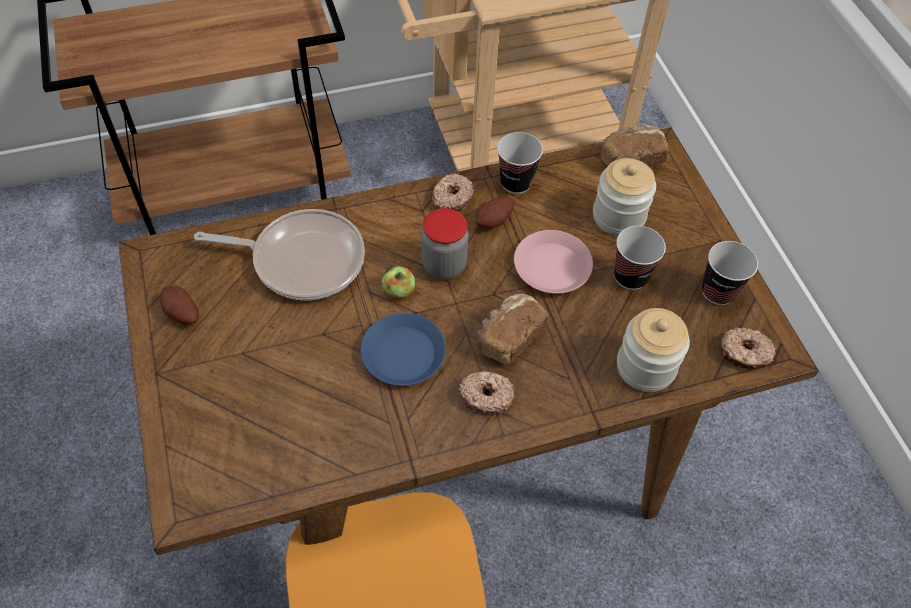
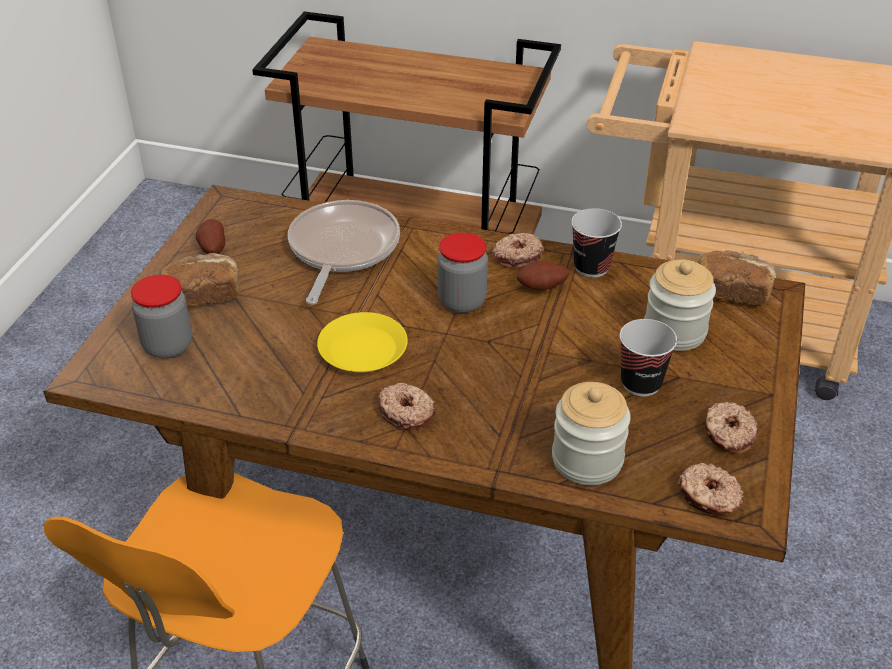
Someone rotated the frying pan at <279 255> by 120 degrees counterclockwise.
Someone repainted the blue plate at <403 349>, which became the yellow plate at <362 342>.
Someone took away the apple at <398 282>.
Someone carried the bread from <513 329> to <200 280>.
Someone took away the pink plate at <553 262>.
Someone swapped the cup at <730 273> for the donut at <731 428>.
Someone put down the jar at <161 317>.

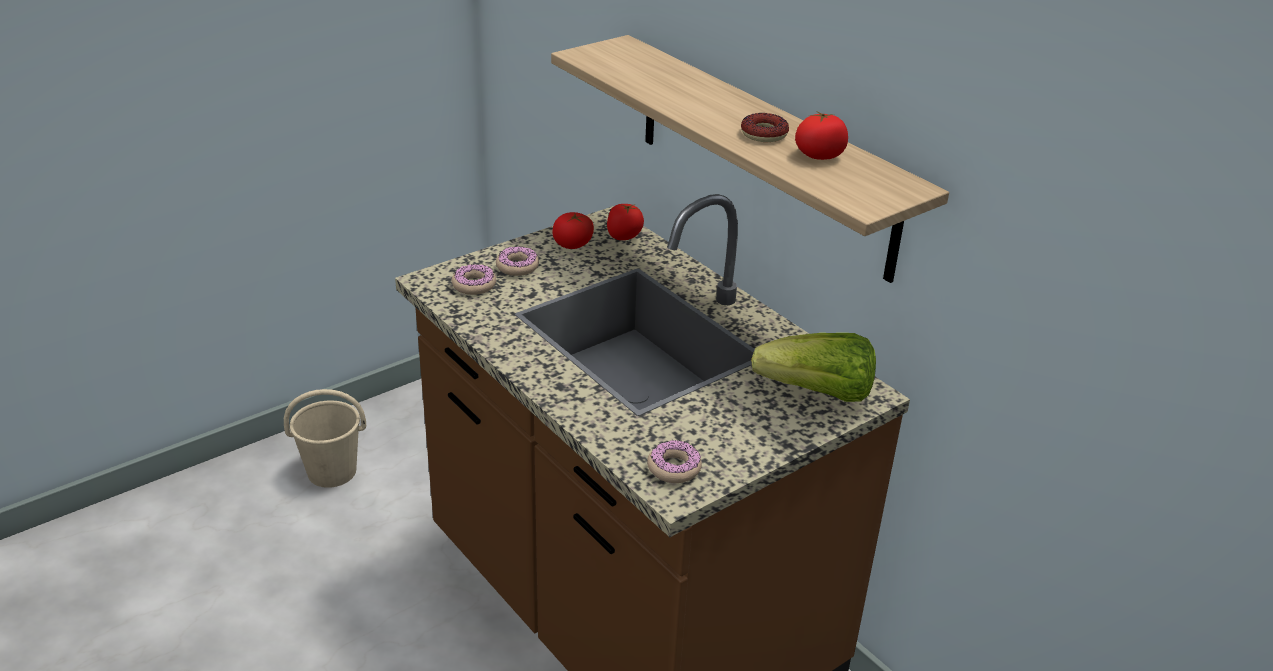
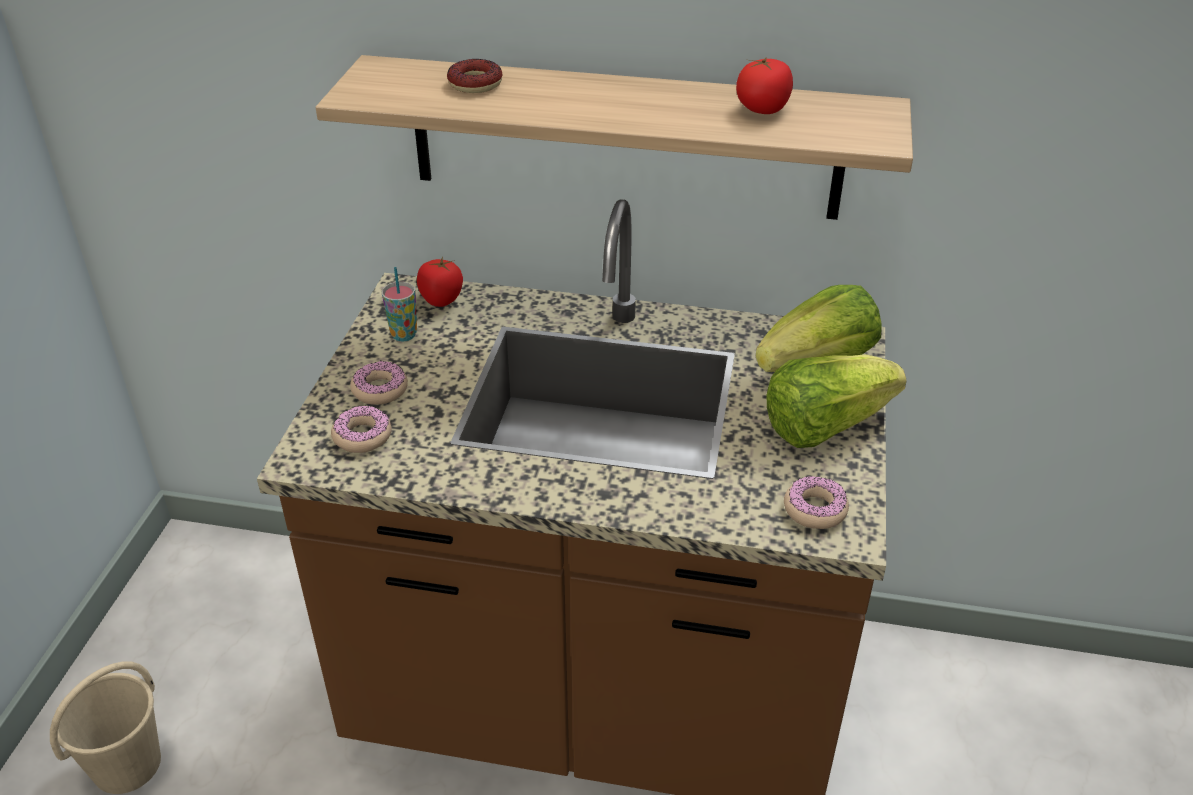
Someone swapped the tomato at <573 230> for the cup at <399 304>.
Someone carried the donut from <765 127> to <474 76>.
Someone put down the lettuce at <837 401>.

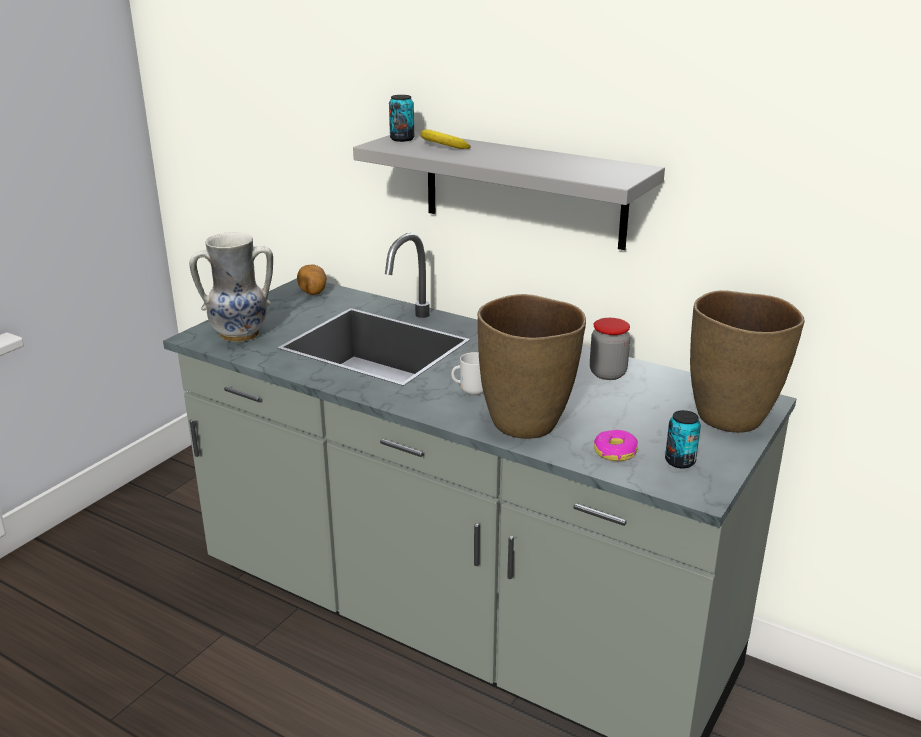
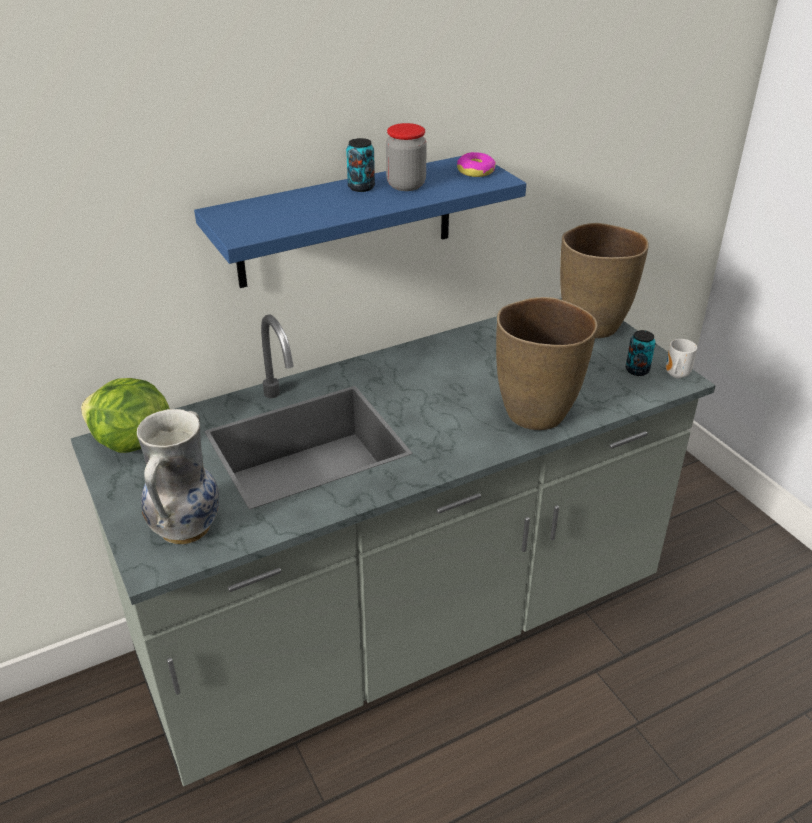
Someone swapped the potato at <312 279> for the lettuce at <125 415>.
Someone repainted the grey shelf at <509 191>, which became the blue shelf at <360 222>.
Someone carried the can from <401 118> to <360 165>.
Someone took away the banana at <446 139>.
Someone carried the mug from <467 374> to <681 358>.
Someone carried the jar from <610 349> to <406 157>.
Someone carried the donut from <616 445> to <476 164>.

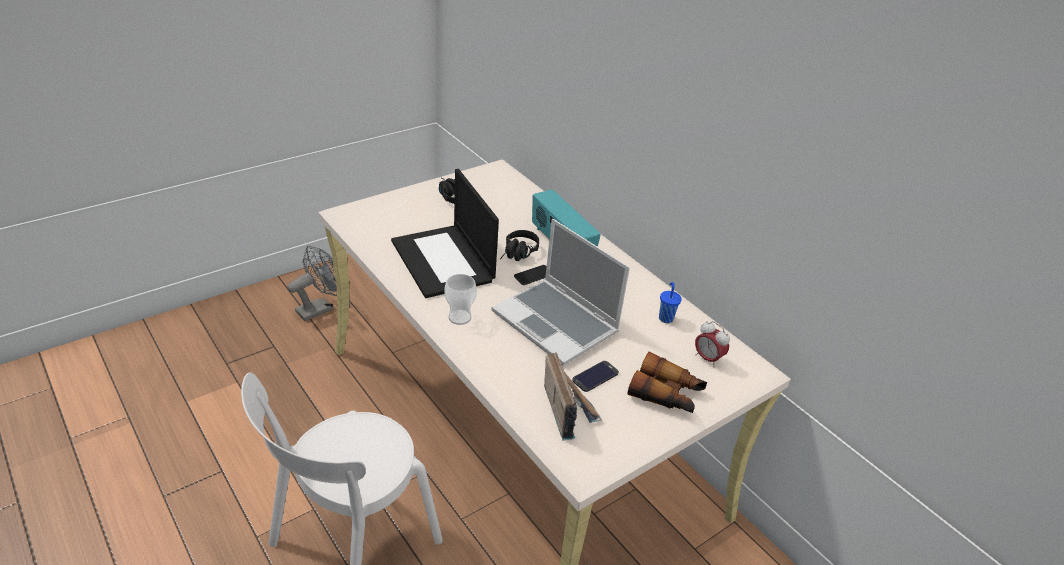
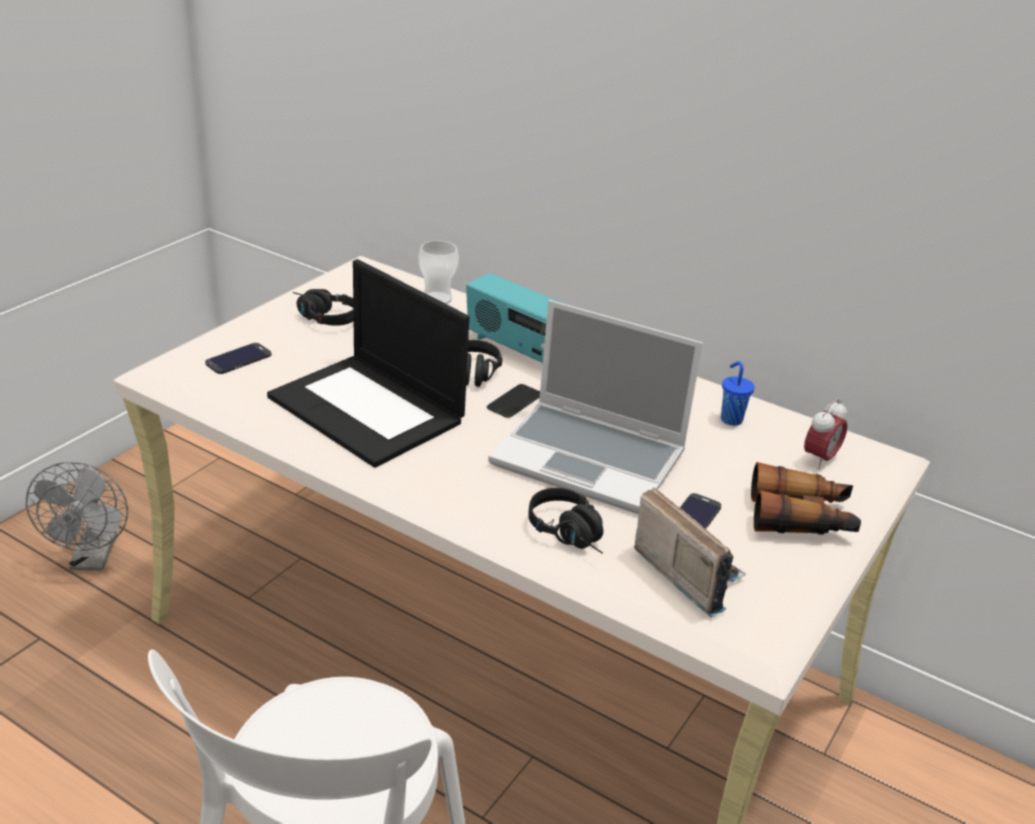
Someone rotated the grey fan at <312 283> by 150 degrees clockwise.
Someone carried the cup from <460 299> to <438 272>.
Someone rotated the alarm clock at <712 344> by 75 degrees counterclockwise.
Someone put down the phone at <238 358>.
Someone put down the black headphones at <565 521>.

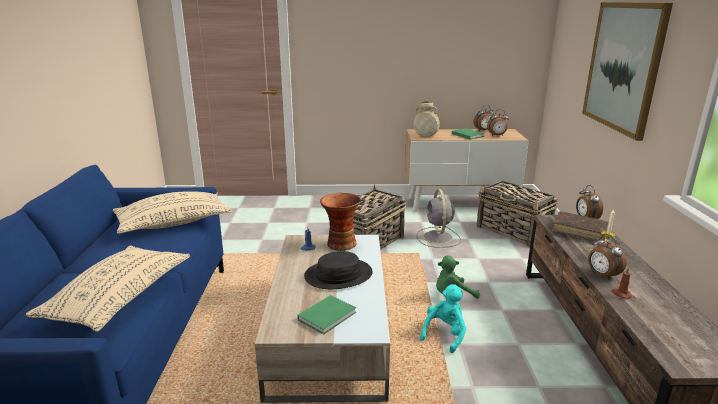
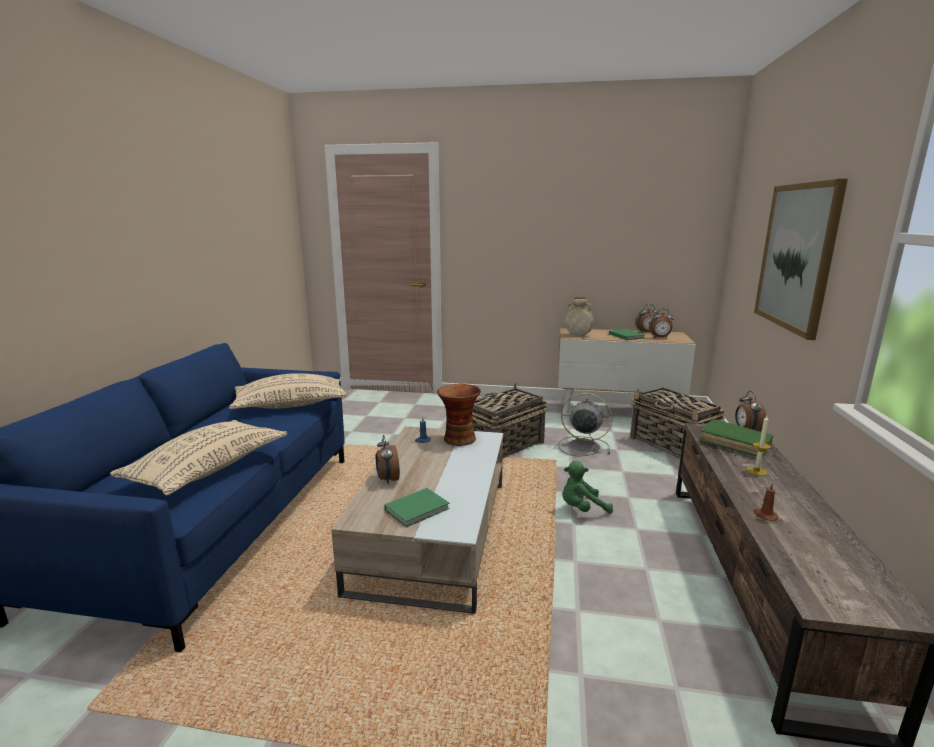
Someone took away the black hat at <338 270>.
Someone rotated the grey fan at <439 218> by 105 degrees clockwise.
Someone took away the turquoise plush toy at <443 318>.
Someone repainted the brown book at <580 227>, which became the green book at <736 438>.
Someone carried the alarm clock from <607 257> to <388 459>.

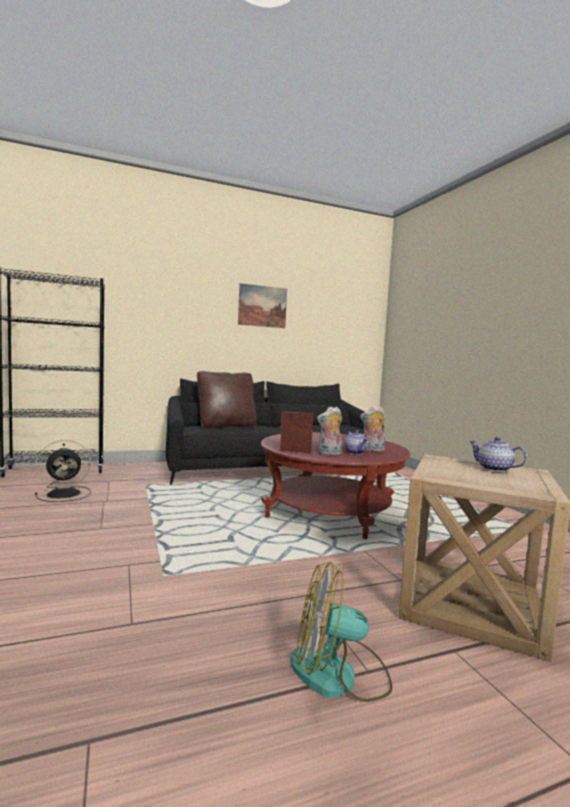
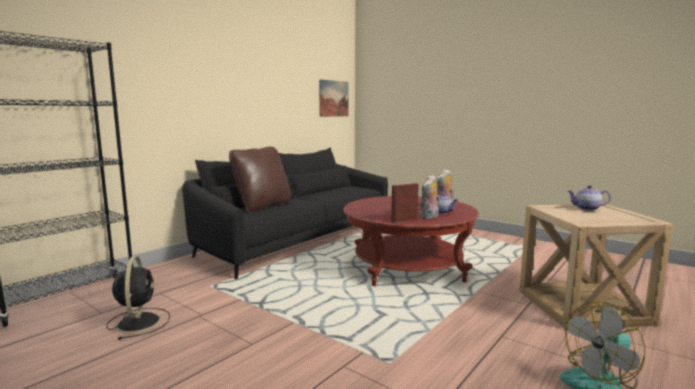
Someone rotated the black fan at <63 471> by 45 degrees counterclockwise.
Someone carried the picture from <262 305> to <334 98>.

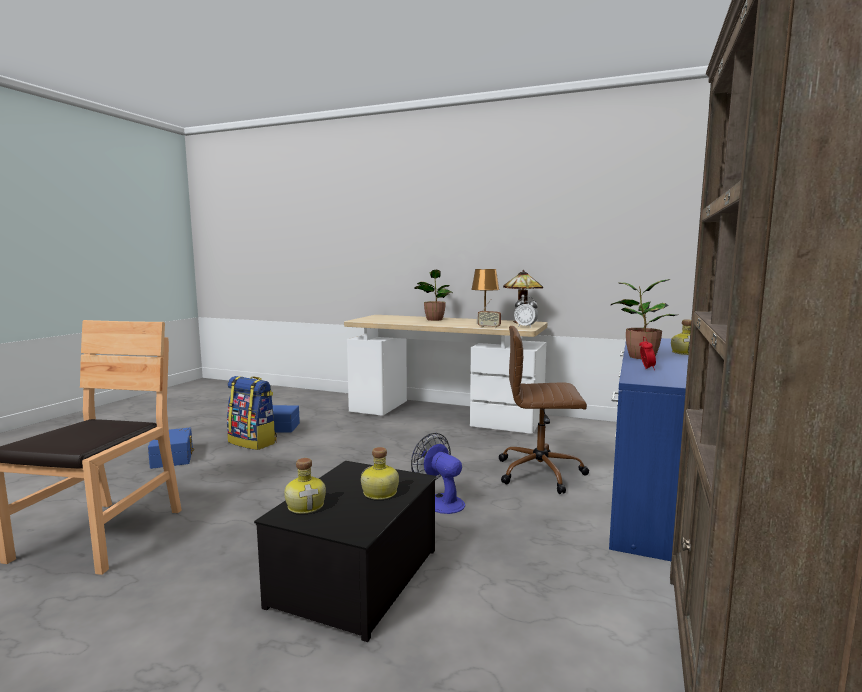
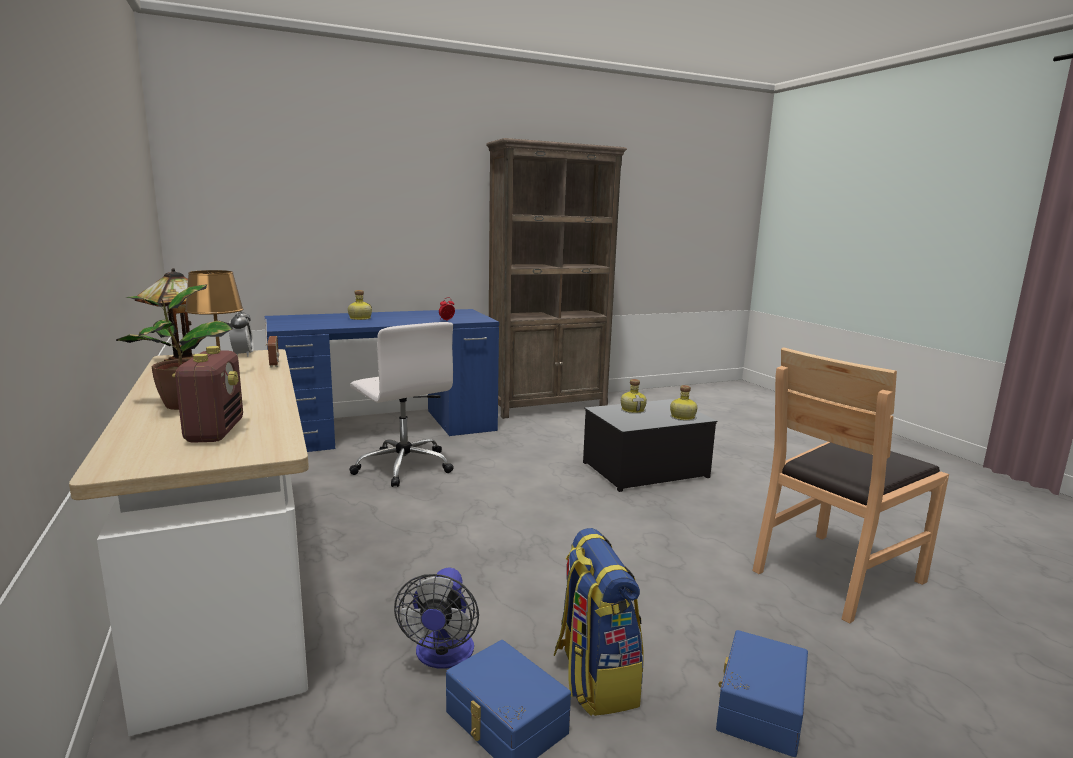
Someone carried the fan from <438 473> to <436 618>.
Someone repainted the brown office chair at <544 410>, which became the white office chair at <401 404>.
Someone took away the potted plant at <644 319>.
Someone put down the radio at <207 394>.

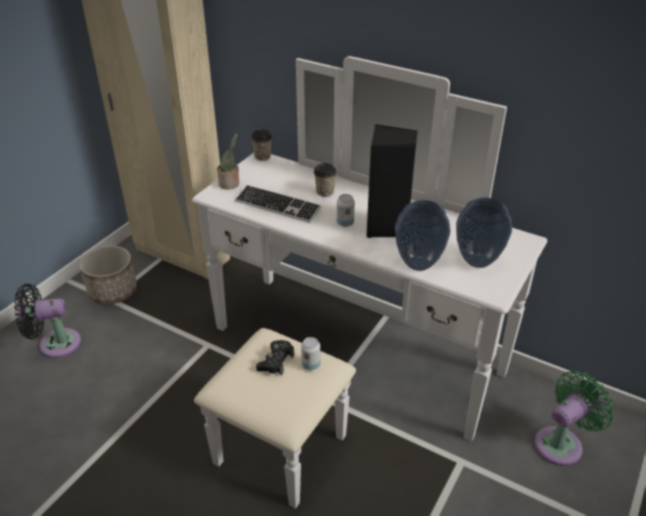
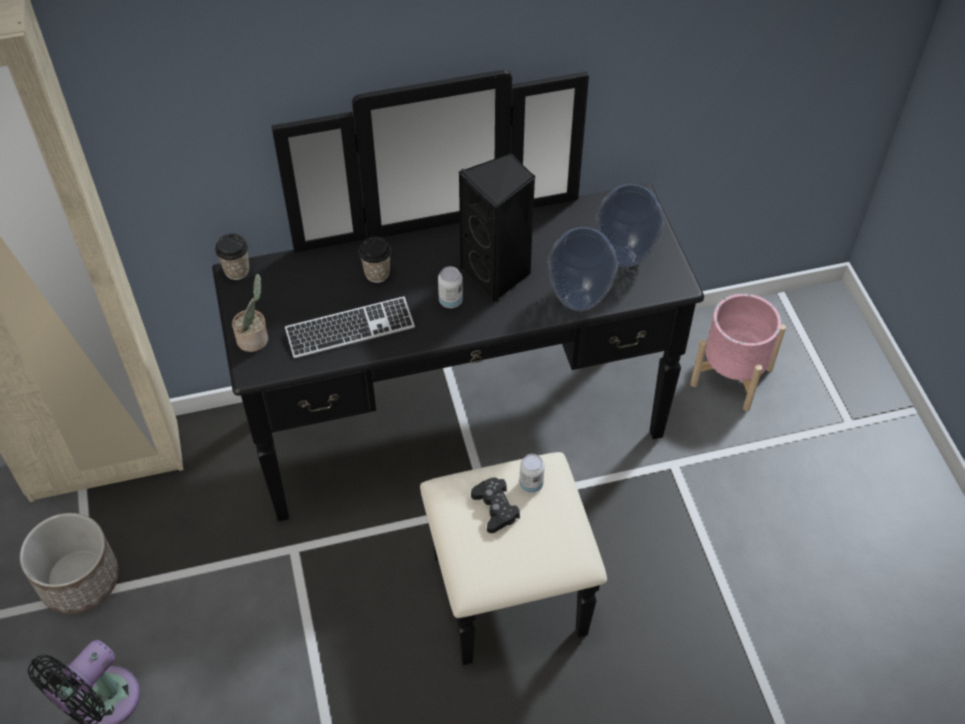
Someone repainted the white dresser at <369 282>, which became the black dresser at <458 367>.
Someone swapped the green fan at <574 418> for the pink planter at <738 352>.

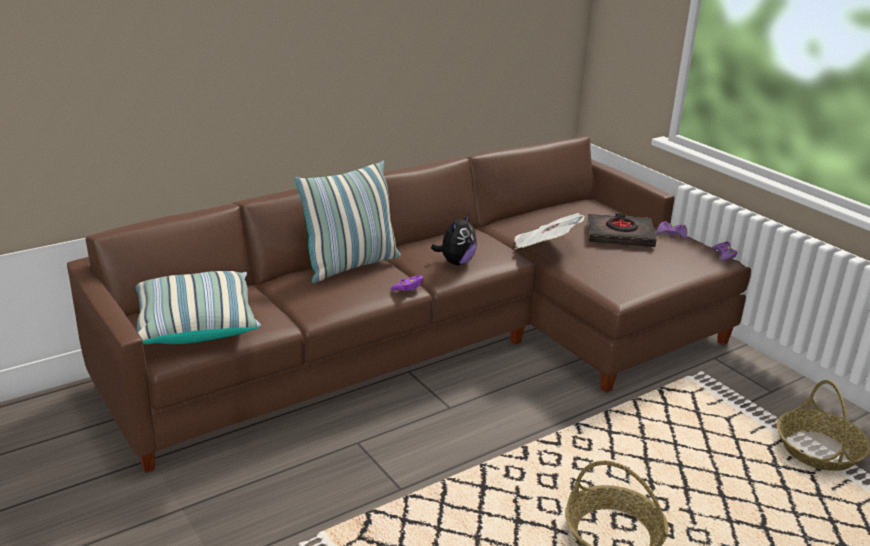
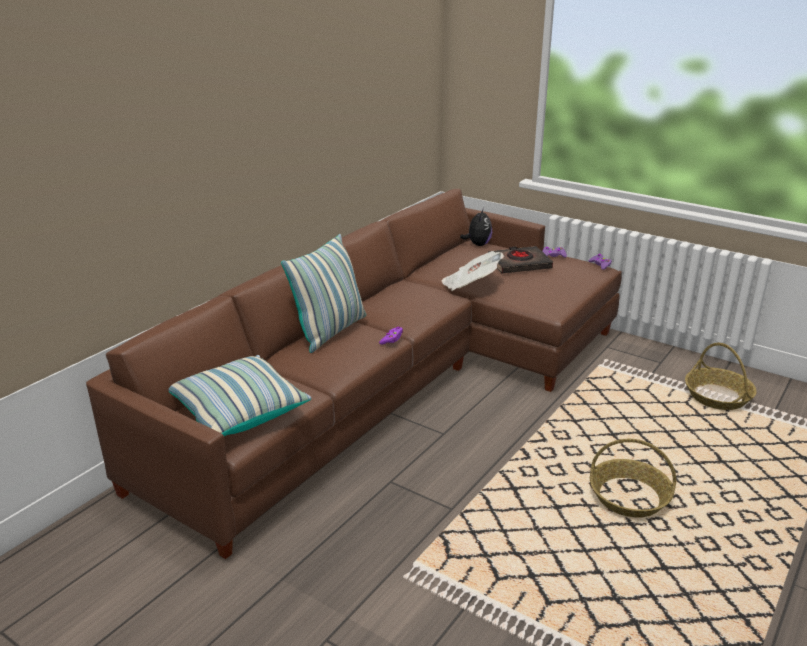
Someone carried the plush toy from <454 239> to <476 227>.

